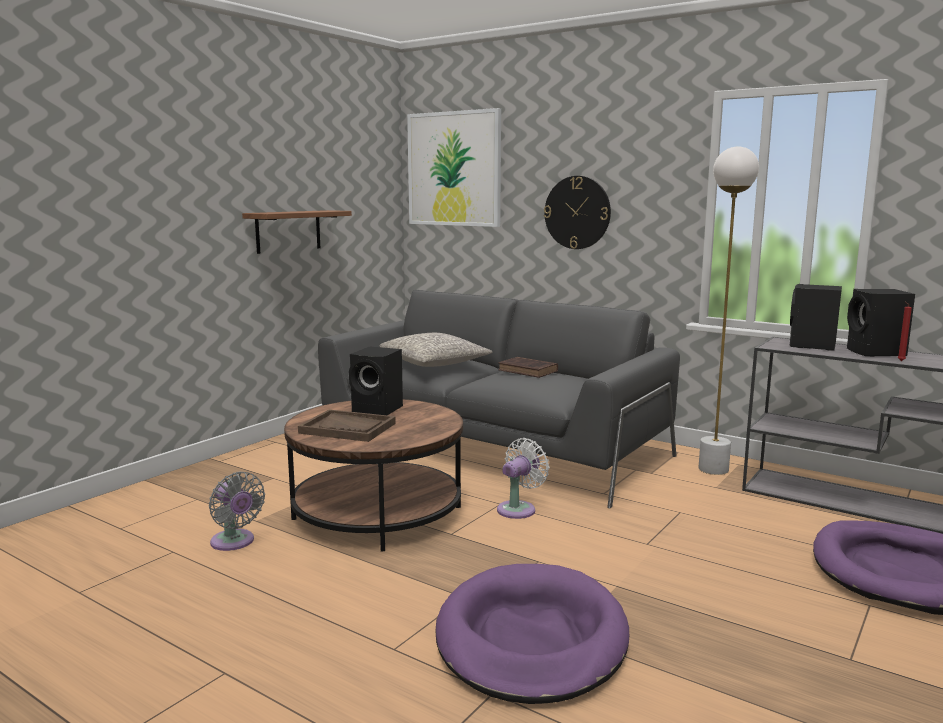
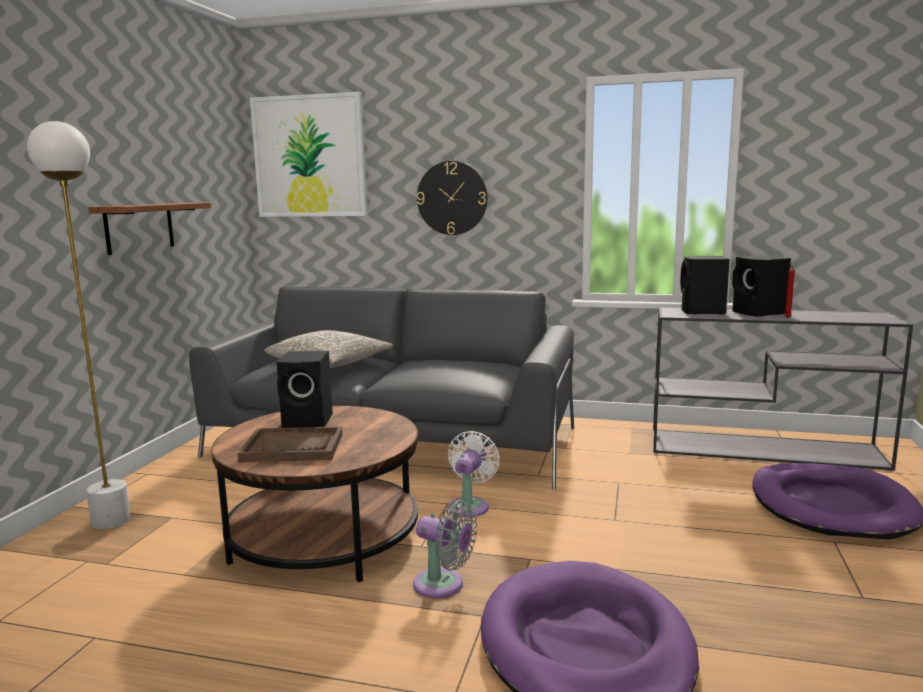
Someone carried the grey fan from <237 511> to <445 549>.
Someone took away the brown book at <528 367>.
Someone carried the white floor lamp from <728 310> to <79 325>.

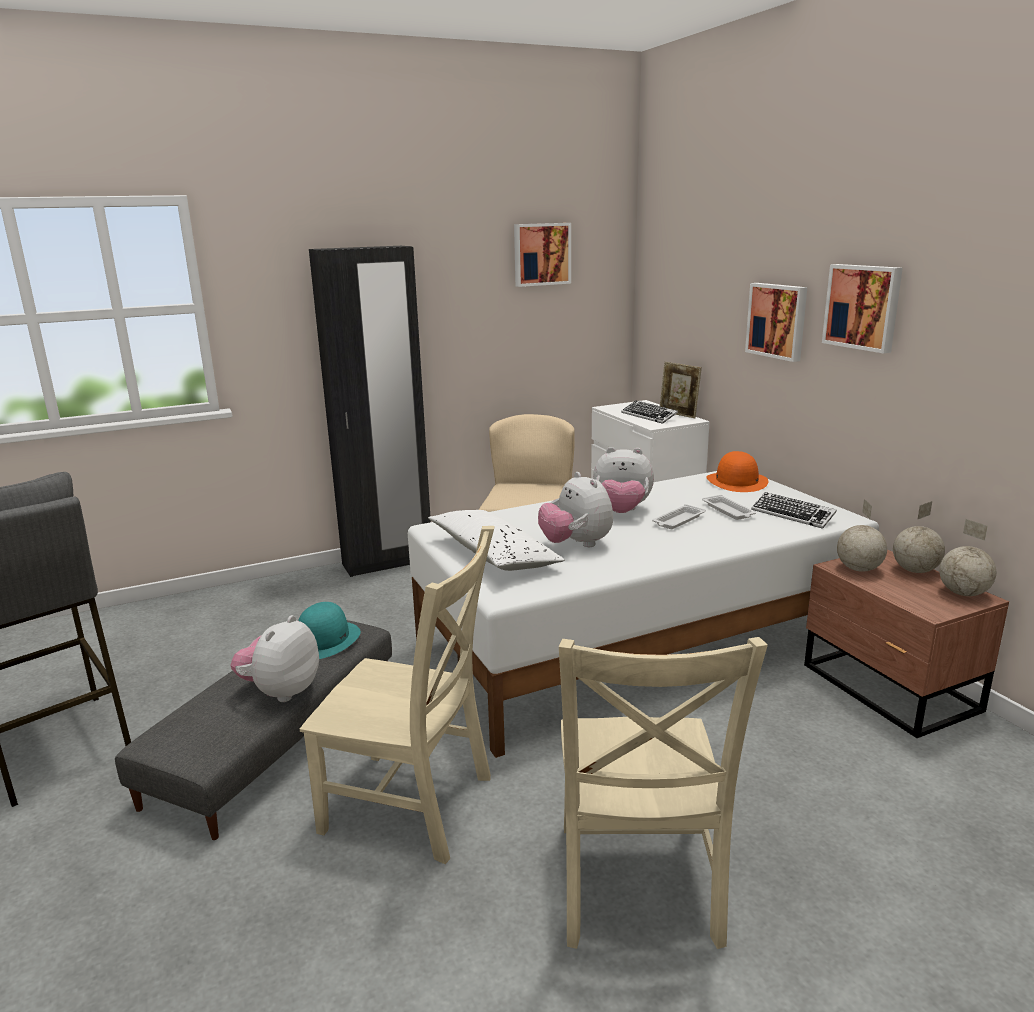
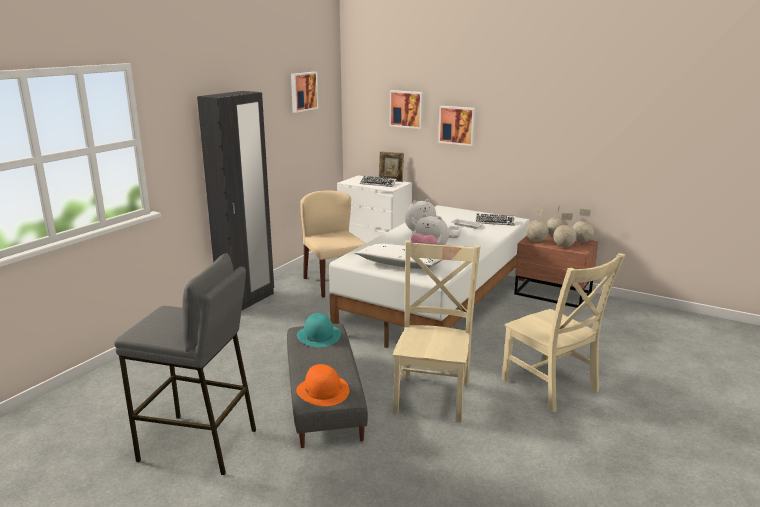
Someone took away the plush toy at <274 658>.
Someone rotated the beige chair at <397 695> by 60 degrees counterclockwise.
Someone carried the orange hat from <737 471> to <322 385>.
Someone carried the picture from <862 309> to <407 109>.
Someone put down the globe at <565 230>.

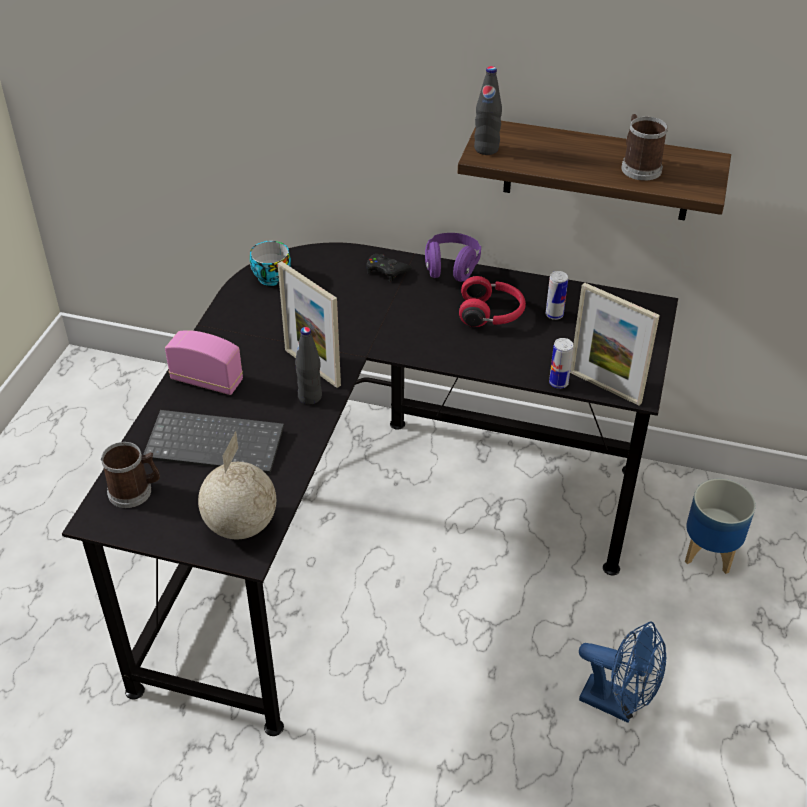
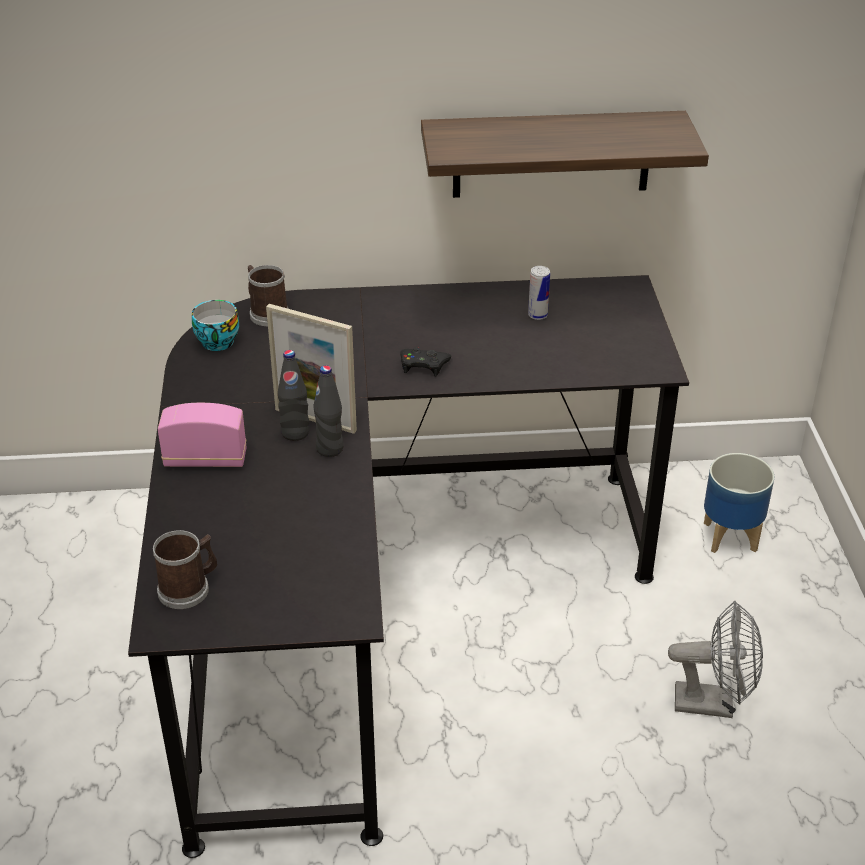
Someone took away the keyboard at <213 442>.
Someone took away the globe at <237 485>.
Someone carried the black game controller from <389 268> to <425 361>.
Someone took away the purple headphones at <453 257>.
Someone took away the red headphones at <492 301>.
Someone carried the black bottle from <488 110> to <293 395>.
Someone took away the can at <561 363>.
Someone took away the picture frame at <615 344>.
Someone repainted the blue fan at <622 672>, which became the grey fan at <715 659>.
Someone carried the mug from <644 147> to <268 295>.

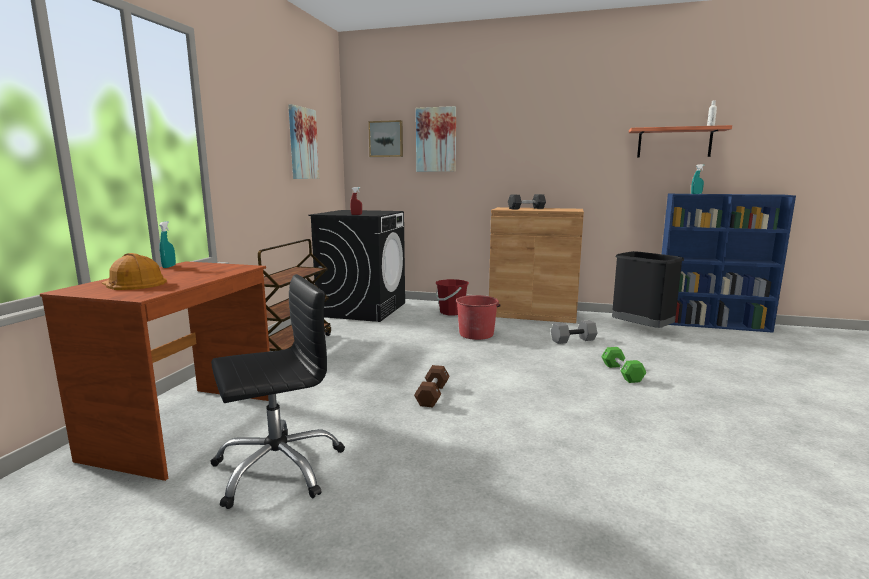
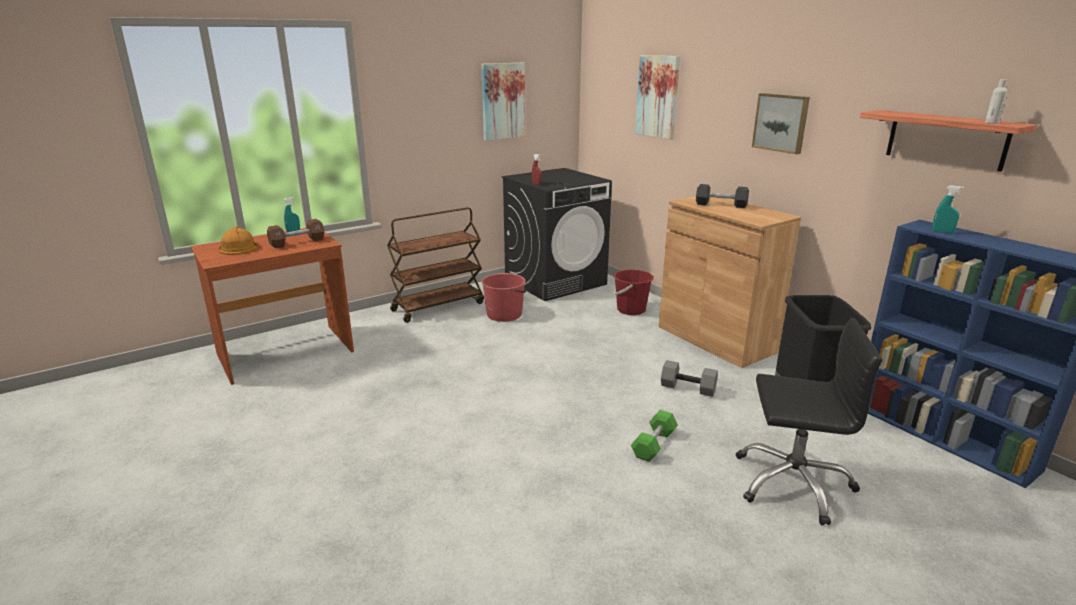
Someone carried the black office chair from <277 391> to <809 422>.
Someone carried the picture from <385 138> to <781 123>.
Someone carried the brown dumbbell from <432 386> to <295 233>.
Someone carried the red bucket from <478 317> to <504 297>.

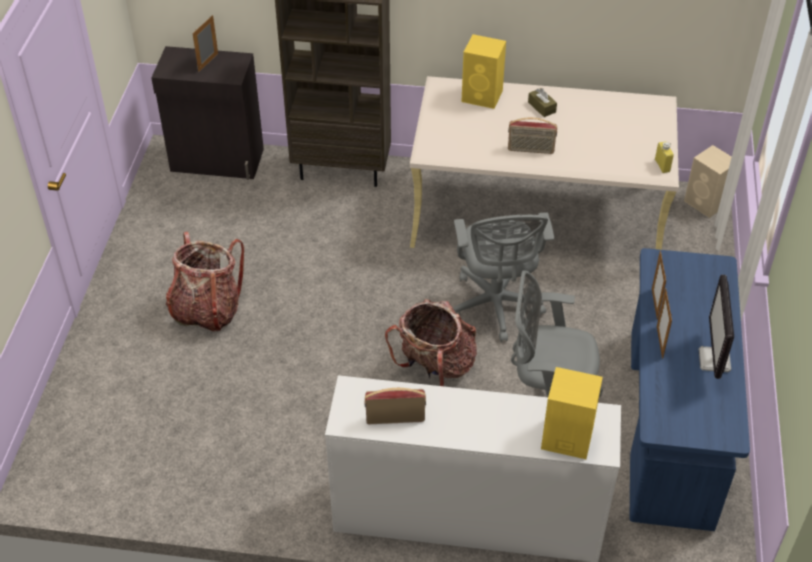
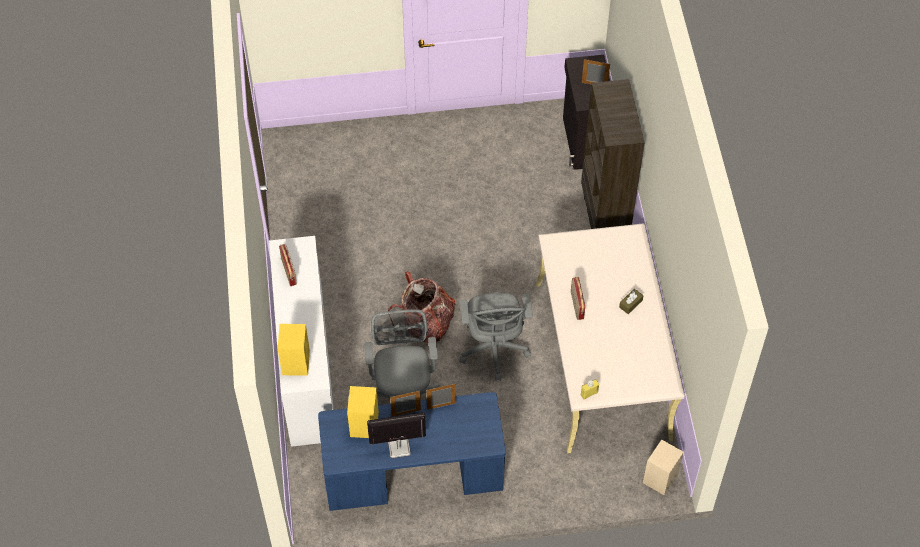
Someone took away the backpack at <205 282>.
Someone rotated the grey office chair at <504 277> by 75 degrees counterclockwise.
Someone carried the yellow speaker from <483 71> to <363 412>.

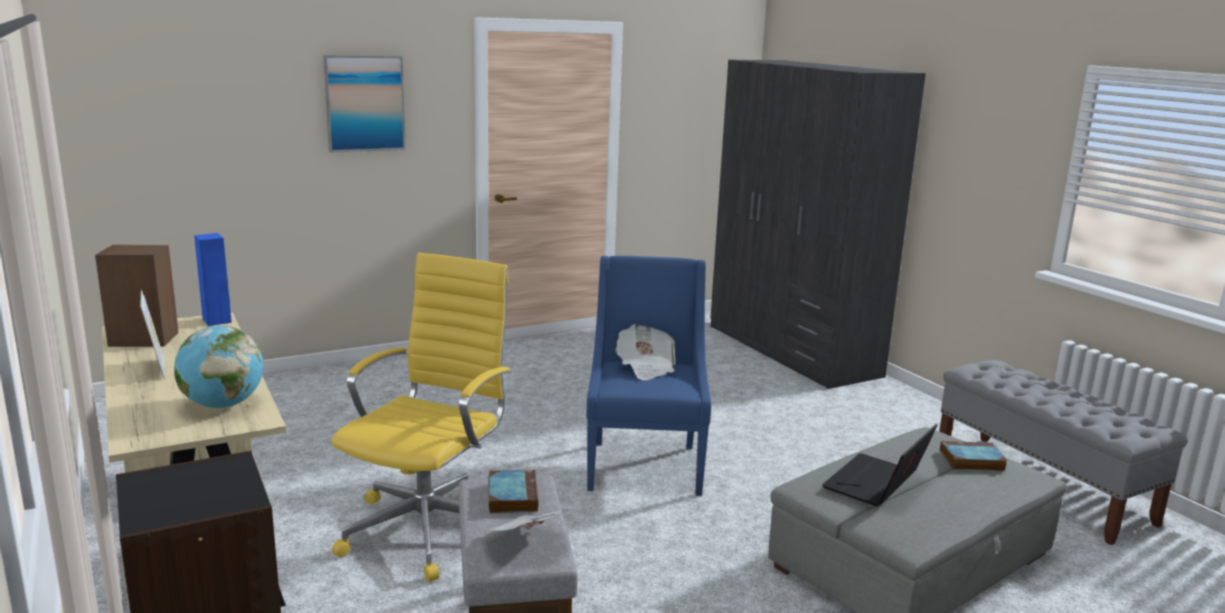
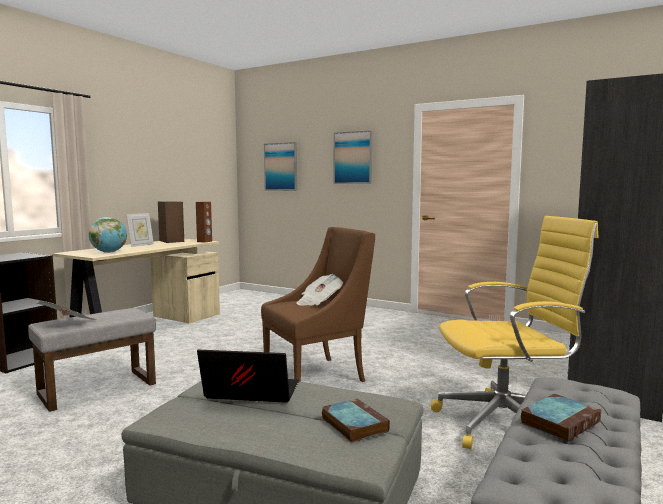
Someone repainted the blue speaker at <213 279>, which became the brown speaker at <204 222>.
Someone carried the yellow office chair from <421 417> to <515 332>.
Someone carried the book from <513 491> to <561 418>.
Someone repainted the blue armchair at <648 376>, which became the brown armchair at <318 304>.
Someone put up the picture at <280 166>.

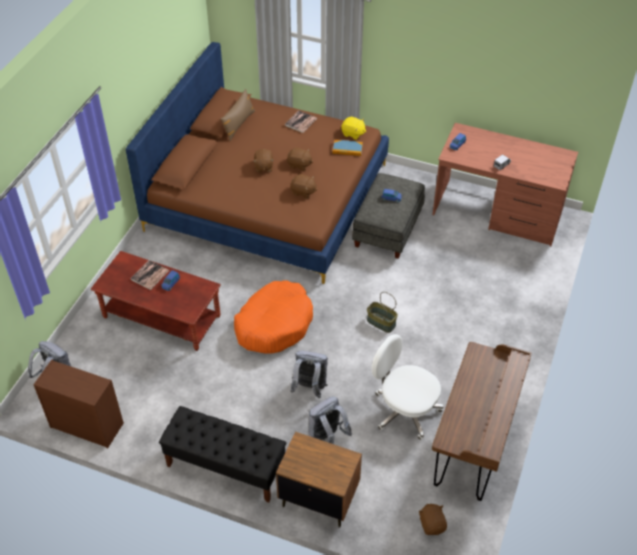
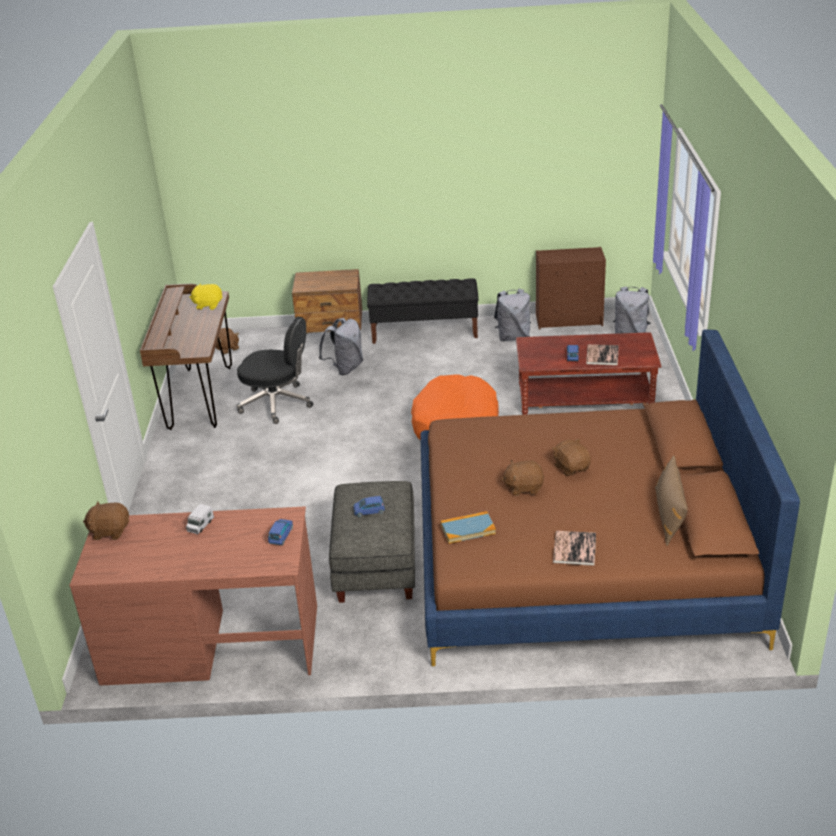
Someone carried the grey backpack from <309 374> to <512 315>.
Someone carried the brown plush toy from <304 186> to <106 520>.
Someone carried the yellow plush toy from <353 128> to <206 297>.
Someone took away the basket at <382 312>.
Someone repainted the white office chair at <408 387>, which became the black office chair at <275 370>.

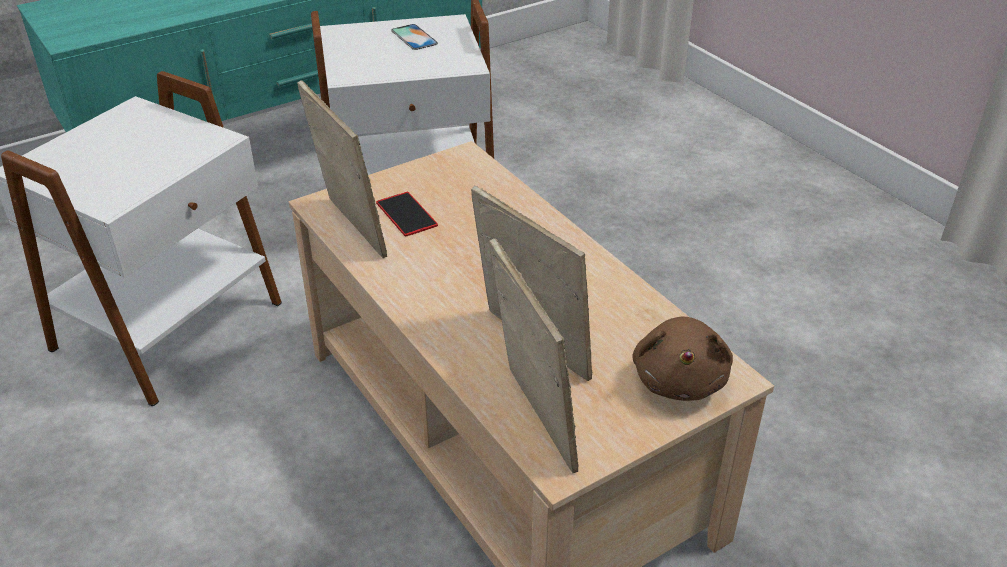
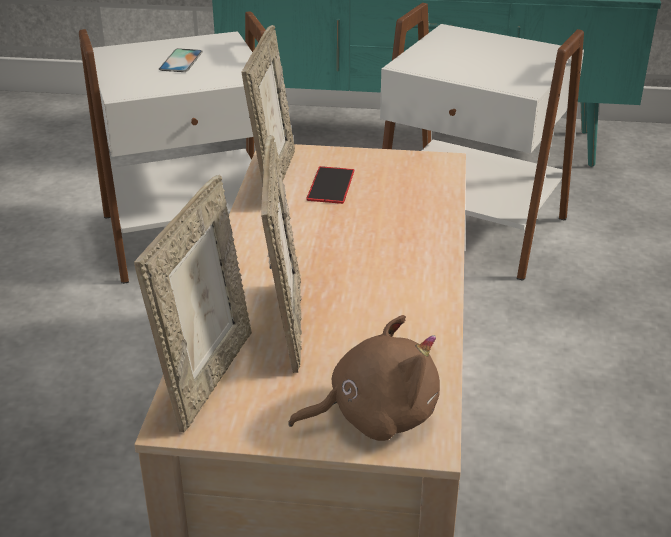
Someone carried the phone from <414 37> to <181 60>.
Someone rotated the brown plush toy at <682 359> by 150 degrees counterclockwise.

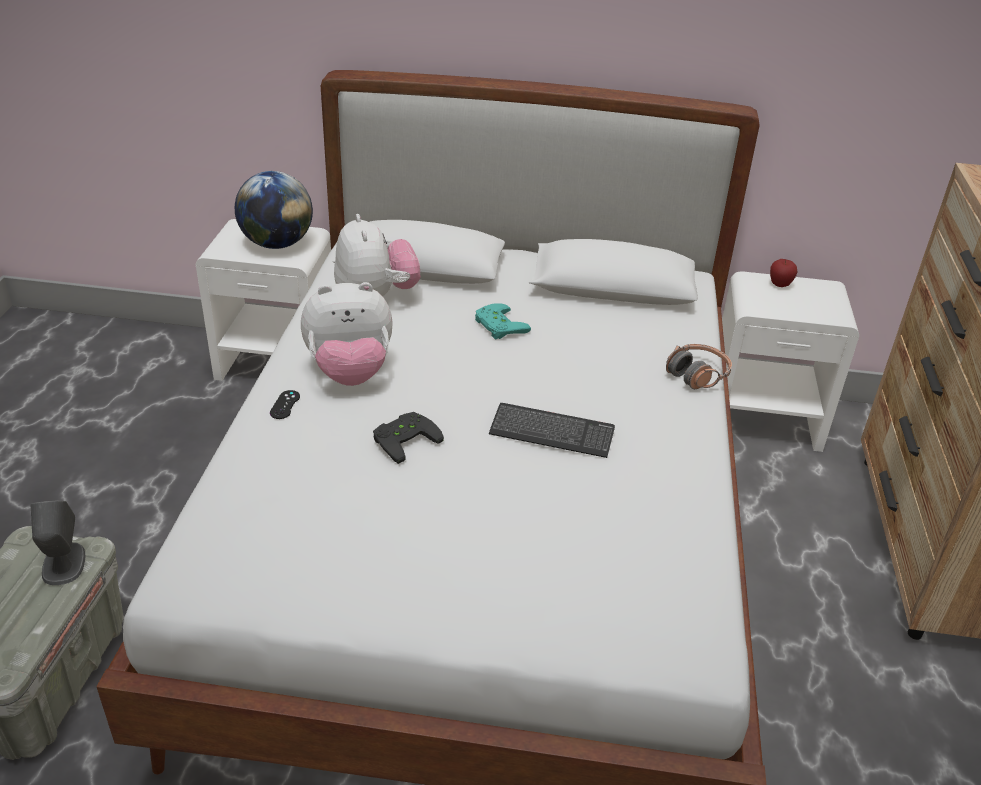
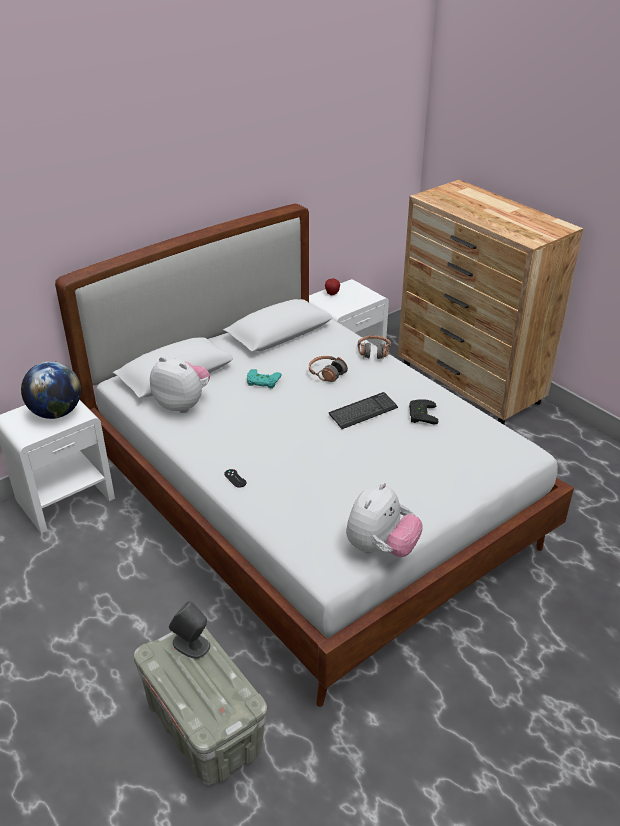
Someone carried the plush toy from <347 334> to <384 519>.
Someone carried the black game controller from <408 438> to <423 411>.
Someone put down the headphones at <328 369>.

